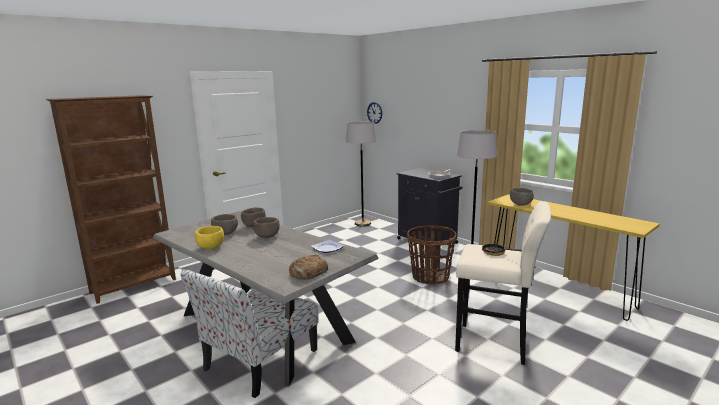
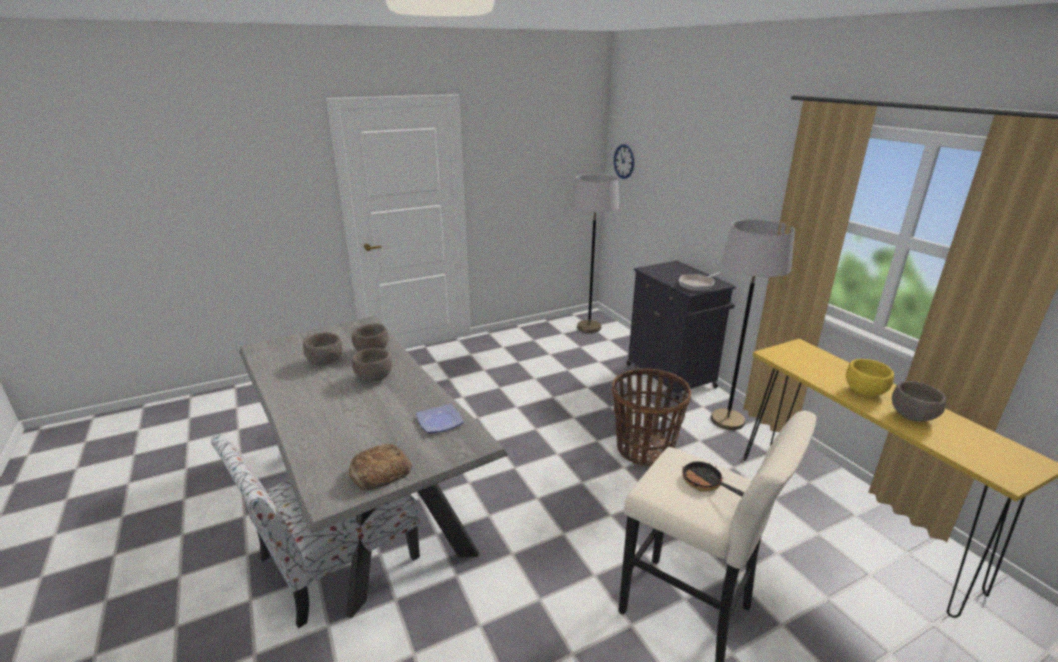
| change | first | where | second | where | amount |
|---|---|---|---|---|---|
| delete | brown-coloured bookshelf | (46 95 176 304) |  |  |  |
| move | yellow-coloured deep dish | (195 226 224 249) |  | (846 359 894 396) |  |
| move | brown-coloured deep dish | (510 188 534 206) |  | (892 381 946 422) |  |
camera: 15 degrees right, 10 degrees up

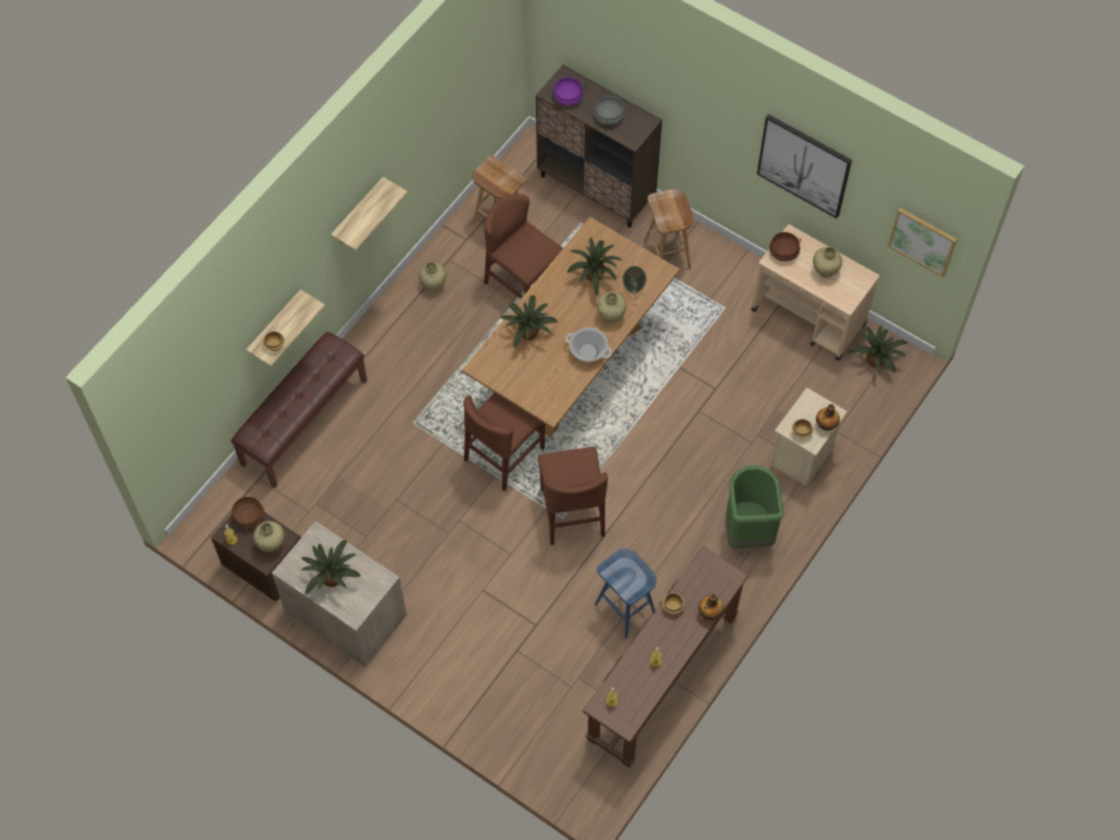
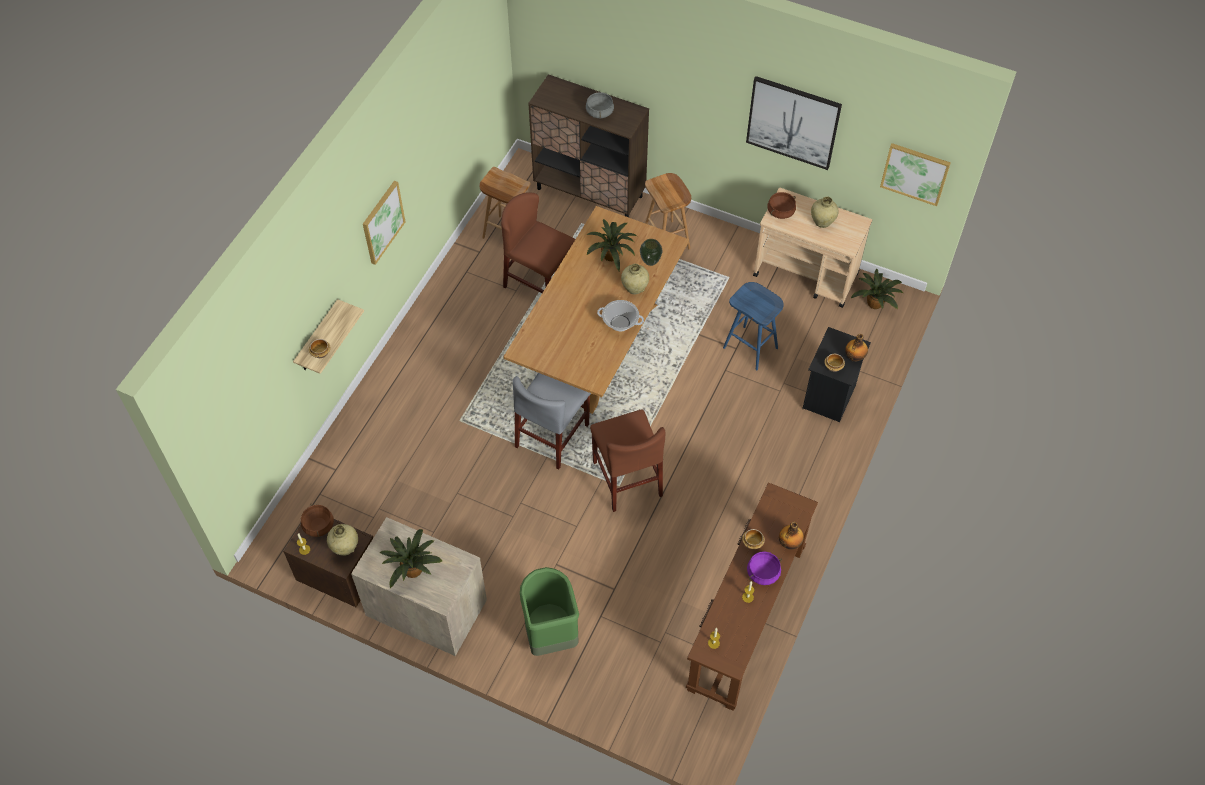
| change | first | where | second | where | amount |
|---|---|---|---|---|---|
| delete | brown-coloured indoor bench | (231 332 367 488) |  |  |  |
| delete | beige-coloured vase | (419 262 447 292) |  |  |  |
| delete | plant in a pot | (500 295 558 348) |  |  |  |
| move | purple cooking pot | (552 77 585 106) |  | (747 552 782 585) |  |
| move | blue stool | (595 548 656 638) |  | (723 282 784 370) |  |
| move | greenish rubbish bin | (726 465 784 549) |  | (520 567 579 656) |  |
| replace | shelf | (331 177 408 251) | picture | (363 181 405 265) |  |
| recolor | brown-coloured plain chair | (464 392 545 491) | grey plain chair | (513 373 591 469) |  |
| recolor | beige-coloured bedside table | (770 387 847 486) | blackish bedside table | (802 327 871 422) |  |
camera: 10 degrees left, 5 degrees down

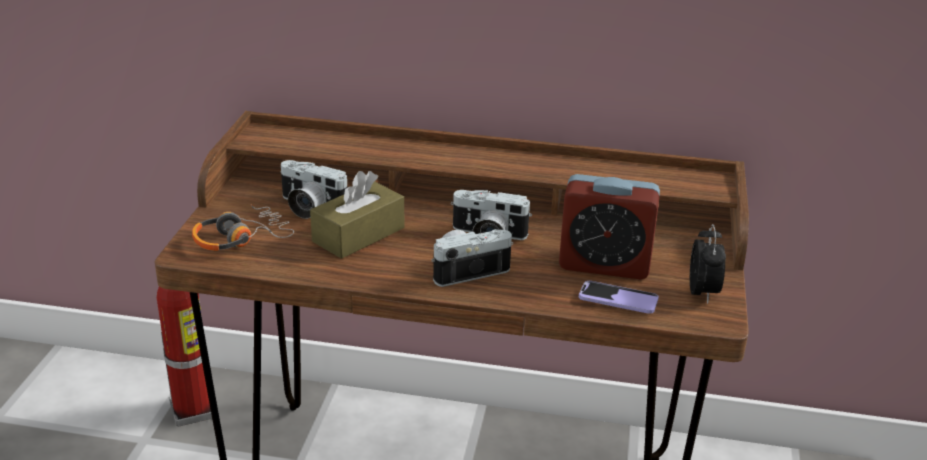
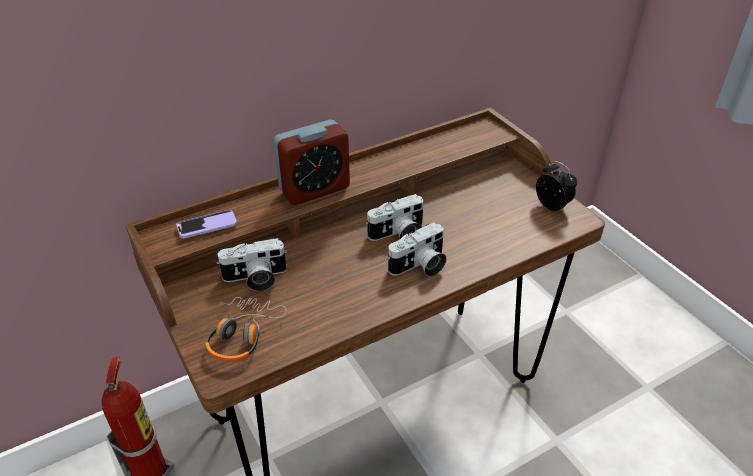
| change | first | where | second | where | amount |
|---|---|---|---|---|---|
| delete | brown-coloured box of tissues | (310 171 404 259) |  |  |  |
| move | bedside clock | (559 174 660 279) |  | (273 120 350 205) |  |
| move | handset | (579 281 659 314) |  | (176 210 237 239) |  |
| rotate | still camera | (431 229 513 287) |  | (388 222 447 276) | 150 degrees counterclockwise |
camera: 40 degrees left, 10 degrees up

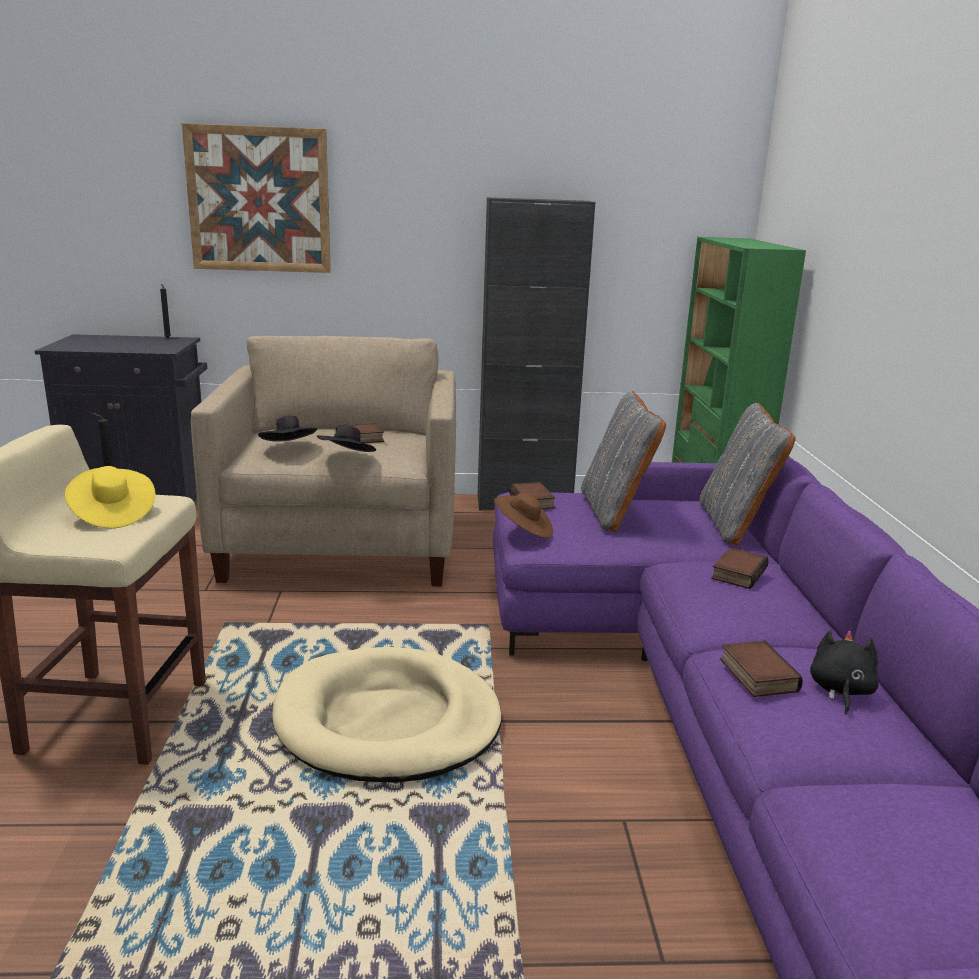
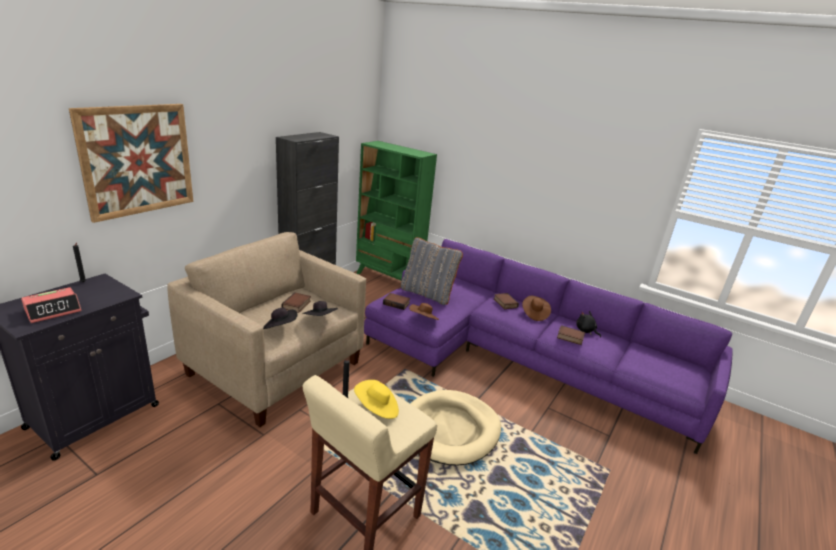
| change | first | where | second | where | amount |
|---|---|---|---|---|---|
| delete | grey pillow | (699 403 796 546) |  |  |  |
| insert |  |  | bedside clock | (21 287 82 323) |  |
| insert |  |  | brown-coloured hat | (522 296 551 321) |  |
camera: 55 degrees left, 5 degrees up

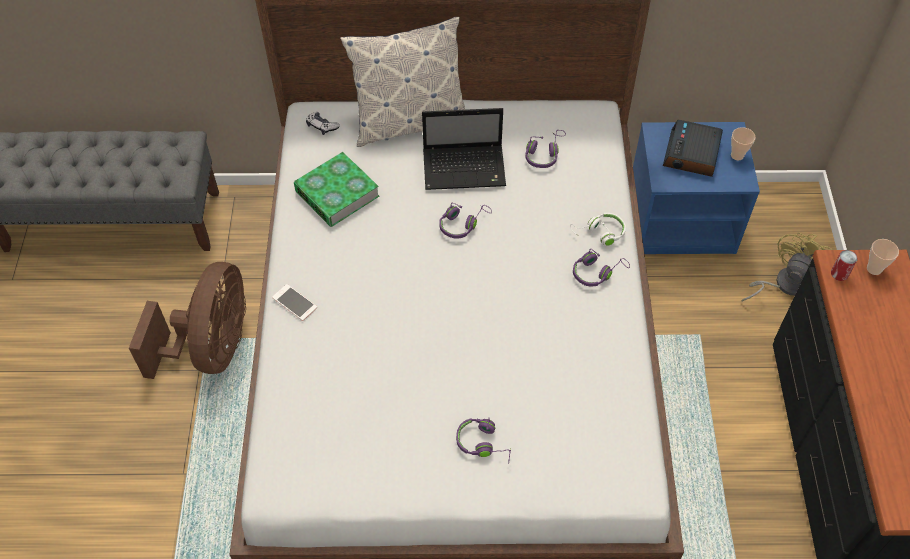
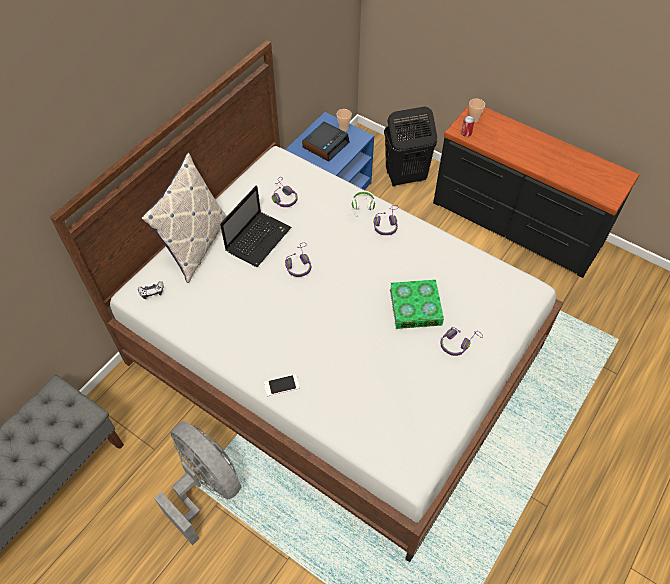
| change | first | where | second | where | amount |
|---|---|---|---|---|---|
| move | volume | (294 152 379 227) |  | (390 280 444 329) |  |
| replace | yellow-coloured cooling fan | (742 232 833 301) | blackish washing basket | (384 107 437 187) |  |
| recolor | brown-coloured cooling fan | (129 262 246 379) | grey cooling fan | (154 421 241 545) |  |
| rotate | bedside clock | (663 120 723 177) |  | (302 121 349 162) | 105 degrees counterclockwise |
camera: 55 degrees left, 0 degrees up

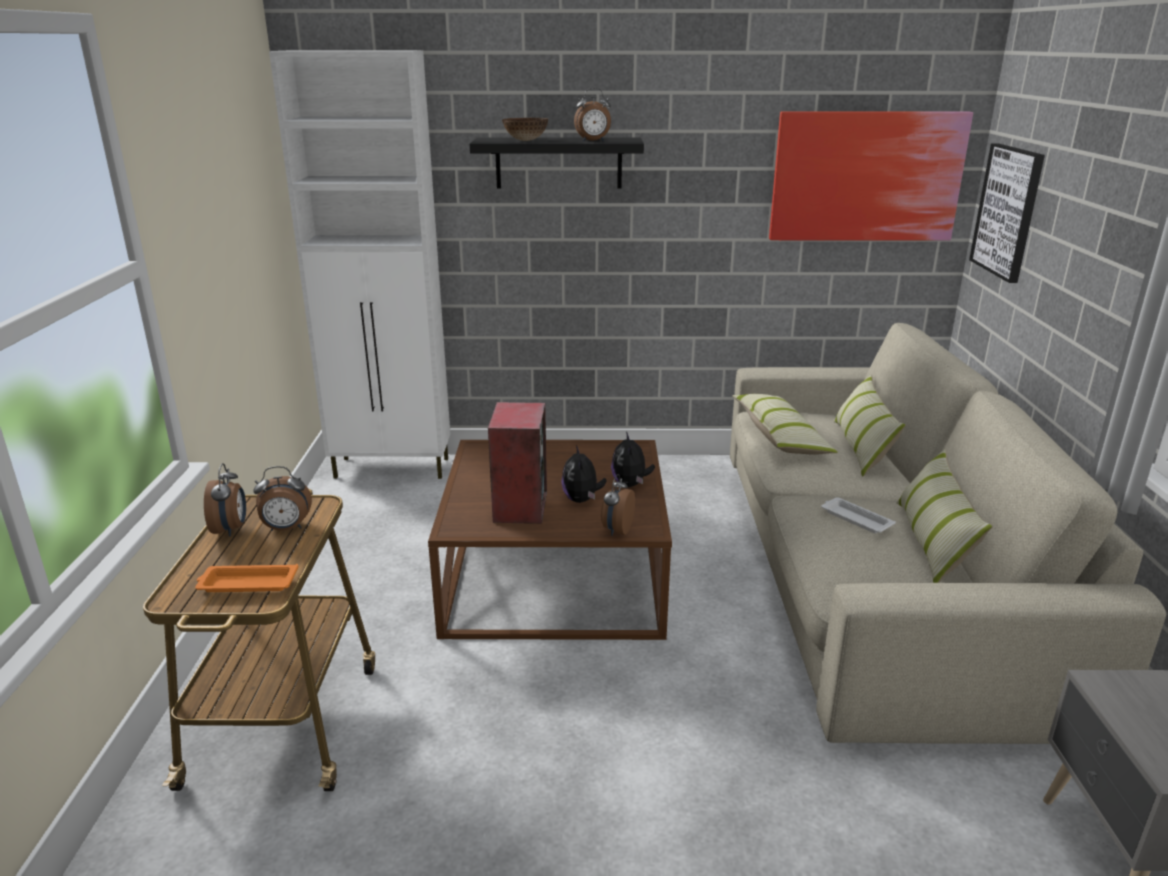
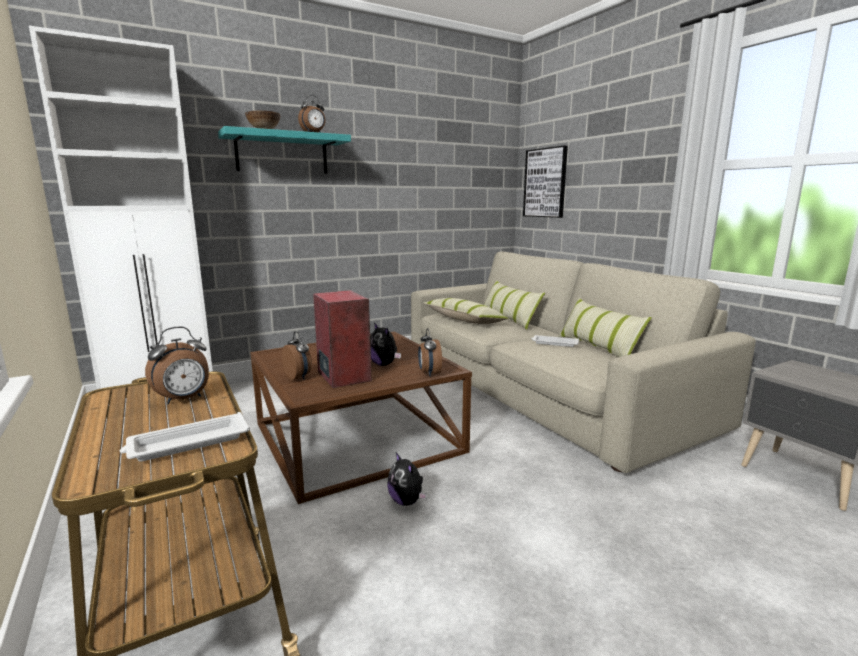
| change | first | where | second | where | amount |
|---|---|---|---|---|---|
| delete | picture | (769 111 973 241) |  |  |  |
| move | bedside clock | (204 463 246 536) |  | (282 331 312 380) |  |
| move | soft toy | (611 431 655 487) |  | (387 452 427 506) |  |
| recolor | orange carrying tray | (195 564 299 592) | whitish carrying tray | (120 412 250 462) |  |
| recolor | blackish shelf | (470 137 644 188) | blue-green shelf | (218 126 351 174) |  |
camera: 30 degrees left, 10 degrees down

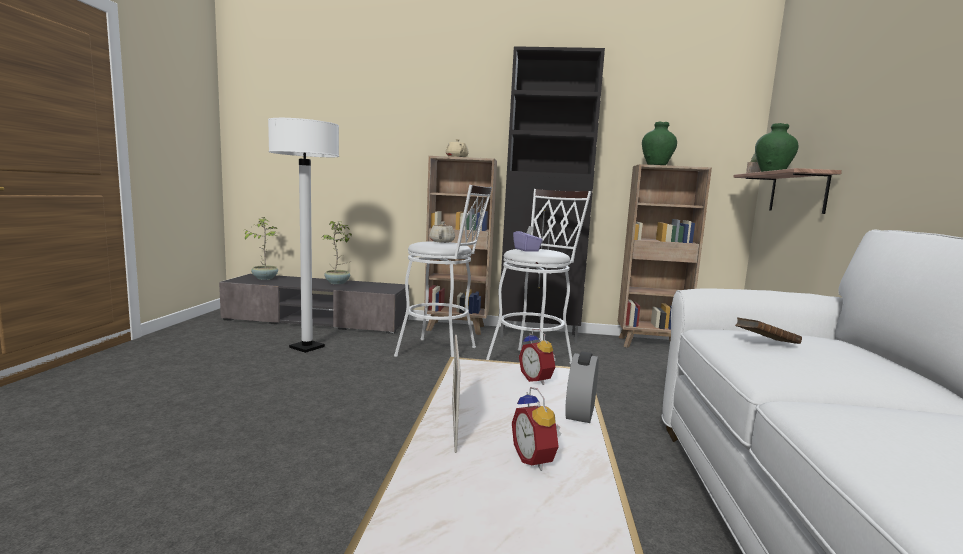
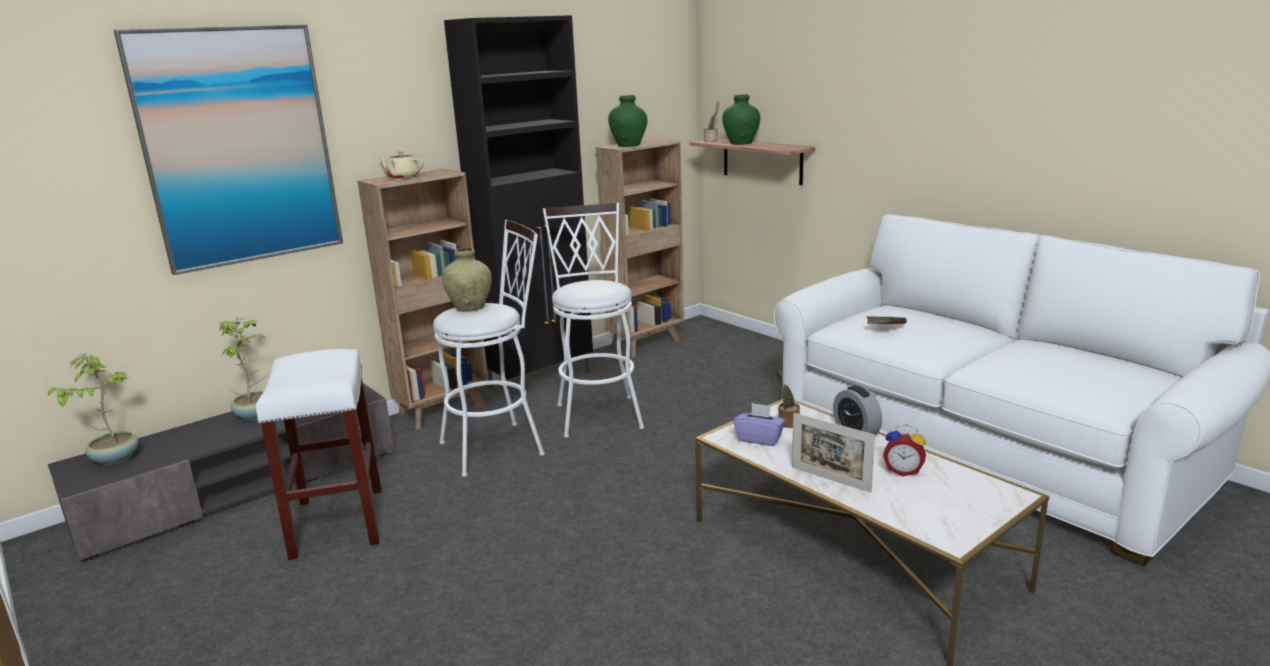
| change | first | where | second | where | amount |
|---|---|---|---|---|---|
| insert |  |  | picture | (114 25 343 275) |  |
| move | purple box of tissues | (513 226 543 251) |  | (733 403 786 446) |  |
| replace | whitish standard lamp | (268 118 339 353) | whitish stool | (256 349 382 560) |  |
| replace | beige-coloured pot for tea | (429 222 455 243) | beige-coloured vase | (442 247 492 312) |  |
| replace | bedside clock | (519 329 556 385) | plant in a pot | (776 369 800 428) |  |
camera: 45 degrees left, 10 degrees up

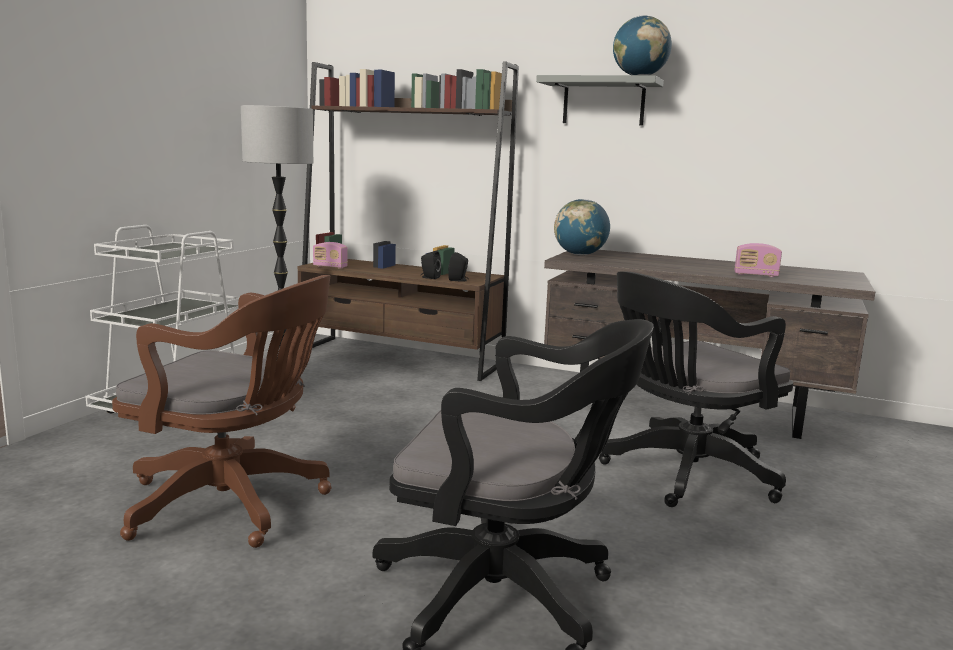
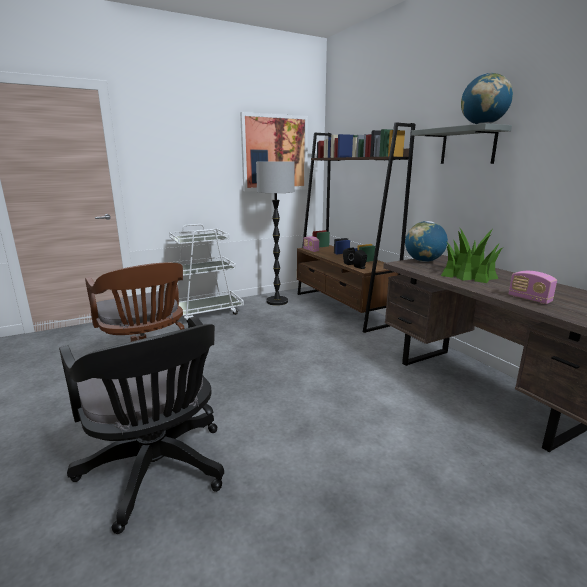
| change | first | where | second | where | amount |
|---|---|---|---|---|---|
| delete | blackish computer chair | (599 271 793 507) |  |  |  |
| insert |  |  | picture | (240 112 308 191) |  |
| insert |  |  | plant in a pot | (441 227 502 283) |  |
camera: 40 degrees right, 5 degrees up

